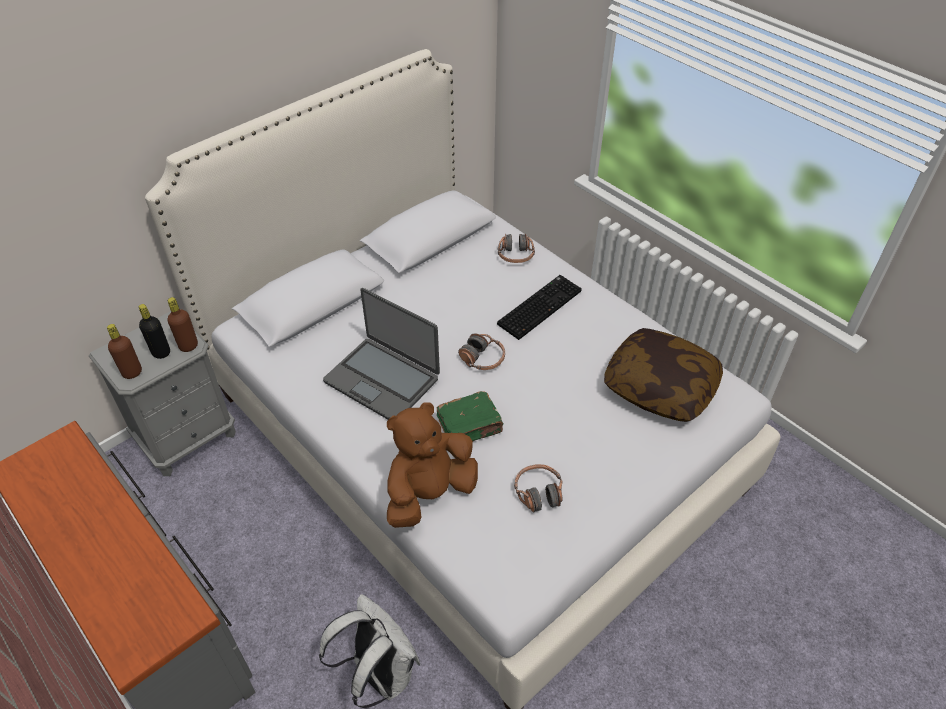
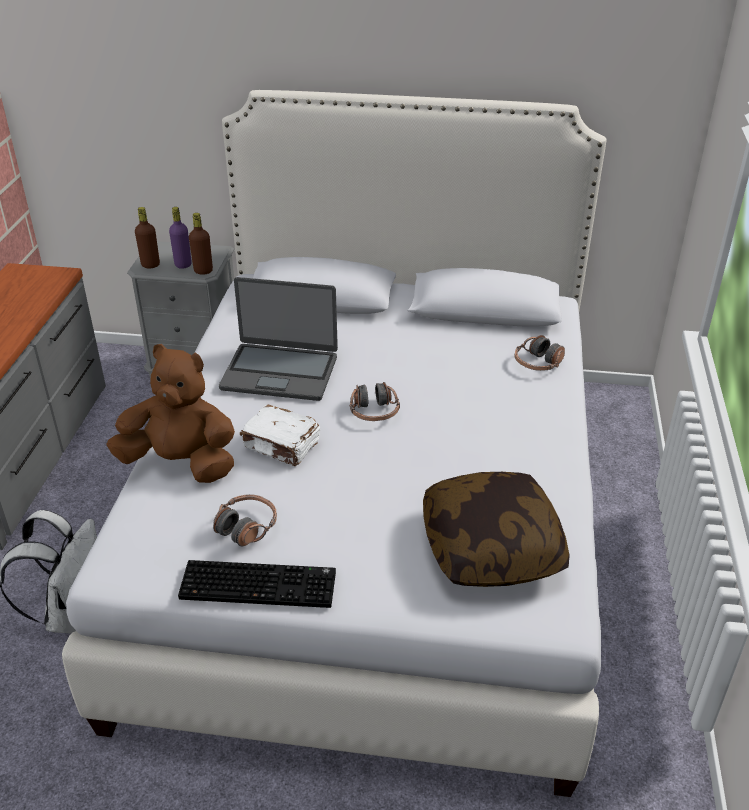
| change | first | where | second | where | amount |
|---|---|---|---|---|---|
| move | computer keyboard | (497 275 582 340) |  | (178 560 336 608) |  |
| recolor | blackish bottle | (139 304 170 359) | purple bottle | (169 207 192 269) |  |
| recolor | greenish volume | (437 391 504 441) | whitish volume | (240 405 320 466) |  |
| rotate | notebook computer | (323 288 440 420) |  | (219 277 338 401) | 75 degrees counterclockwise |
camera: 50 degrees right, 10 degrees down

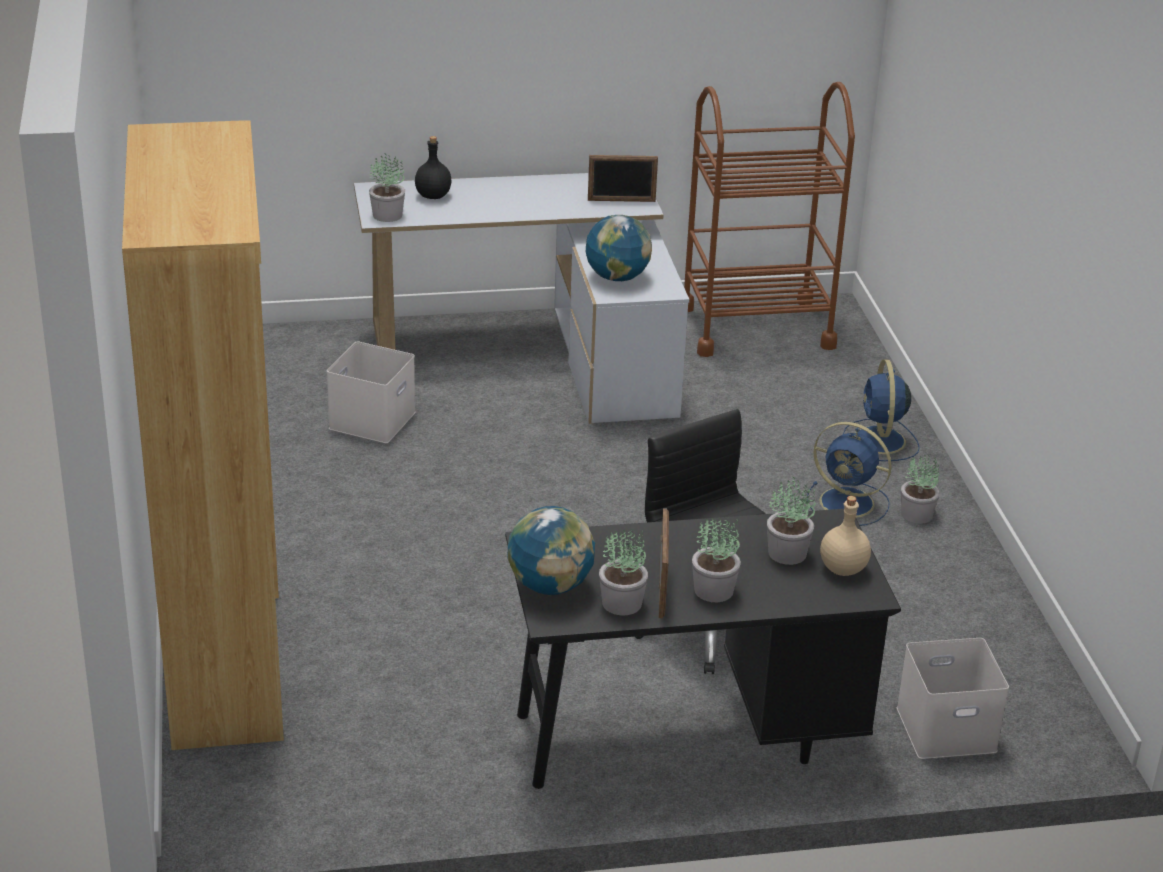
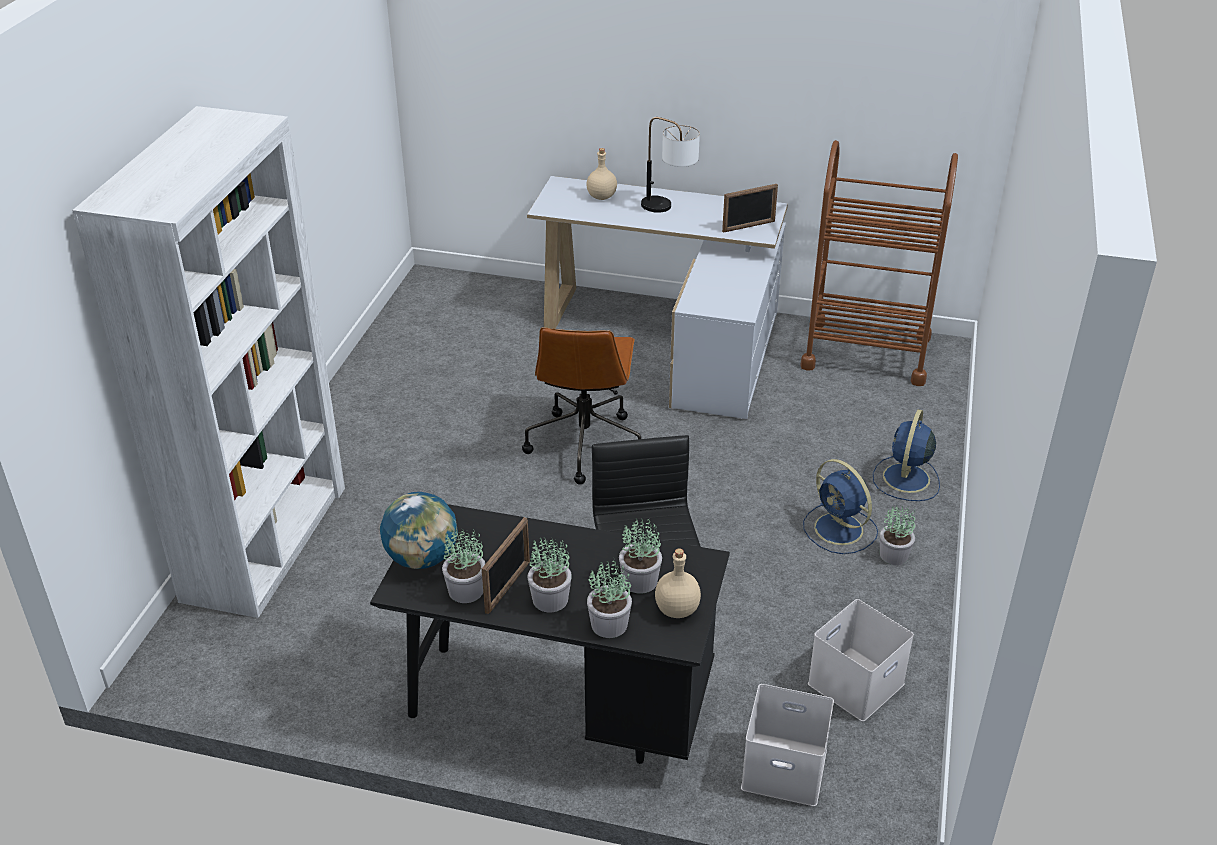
| change | first | where | second | where | amount |
|---|---|---|---|---|---|
| delete | desk globe | (586 215 652 281) |  |  |  |
| insert |  |  | brown-coloured computer chair | (522 327 641 485) |  |
| insert |  |  | table lamp | (641 117 700 213) |  |
| move | whitish storage bin | (327 341 416 443) |  | (808 599 914 721) |  |
| move | plant in a pot | (369 153 405 222) |  | (587 558 632 638) |  |
| recolor | brown-coloured bookshelf | (122 120 284 750) | whitish bookshelf | (72 106 345 618) |  |
| recolor | blackish bottle | (415 136 452 199) | beige-coloured bottle | (586 148 617 200) |  |
| rotate | standing frame | (588 155 658 202) |  | (722 184 778 233) | 45 degrees counterclockwise |
camera: 25 degrees right, 5 degrees up

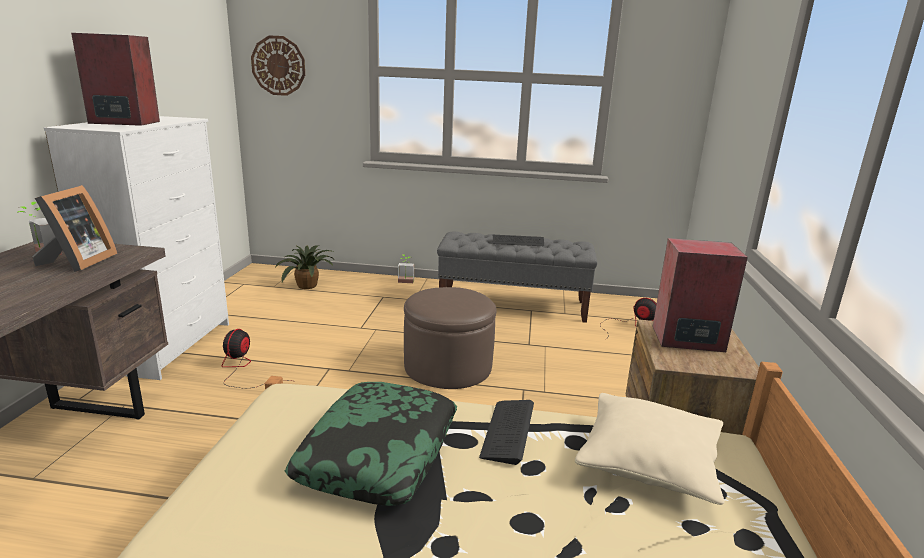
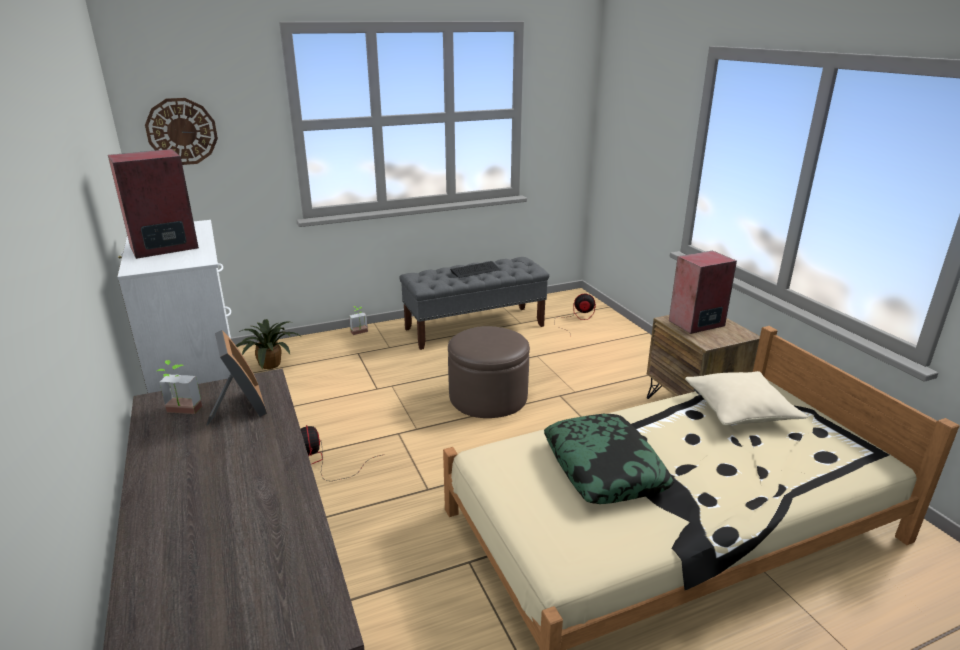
| change | first | where | second | where | amount |
|---|---|---|---|---|---|
| delete | computer keyboard | (479 400 534 465) |  |  |  |
camera: 30 degrees left, 5 degrees up

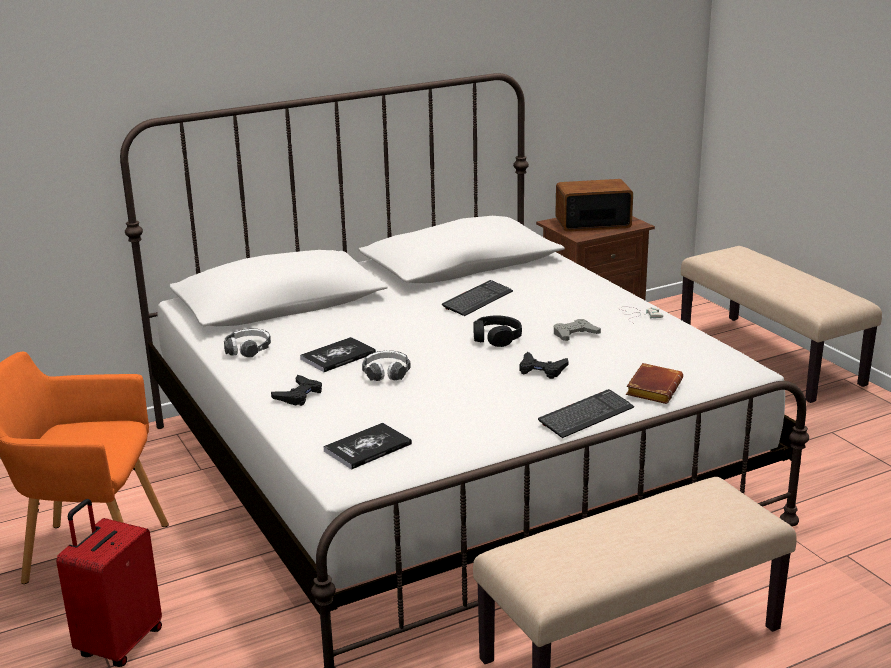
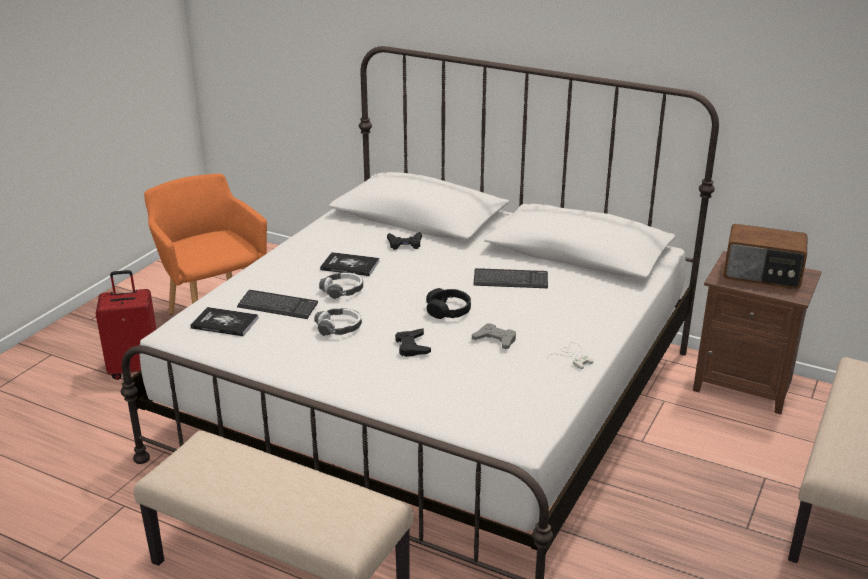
| change | first | where | second | where | amount |
|---|---|---|---|---|---|
| delete | brown-coloured volume | (626 363 683 404) |  |  |  |
| move | pair of headphones | (224 328 271 357) |  | (314 308 362 336) |  |
| move | blackish game controller | (271 375 322 406) |  | (387 232 422 250) |  |
| move | computer keyboard | (538 389 634 438) |  | (237 290 318 319) |  |
| rotate | radio | (555 179 633 232) |  | (723 224 808 289) | 150 degrees clockwise |
camera: 55 degrees right, 5 degrees up

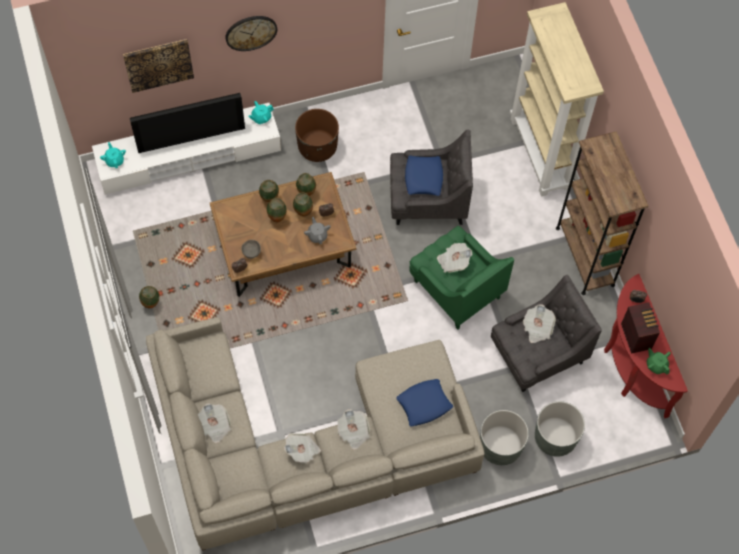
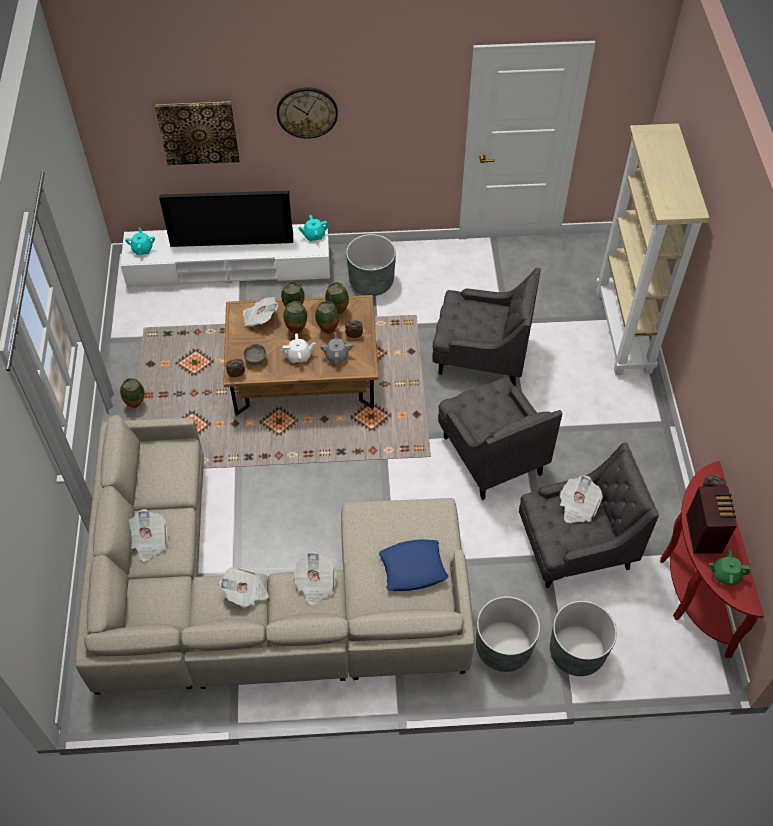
| change | first | where | second | where | amount |
|---|---|---|---|---|---|
| delete | blue pillow | (405 156 443 196) |  |  |  |
| delete | brown-coloured bookshelf | (556 131 648 295) |  |  |  |
| insert |  |  | whitish pot for tea | (281 333 316 363) |  |
| move | daily paper | (437 243 472 273) |  | (243 297 278 326) |  |
| recolor | brown-coloured flower pot | (295 109 339 162) | grey flower pot | (346 234 396 296) |  |
| recolor | greenish armchair | (410 226 514 330) | grey armchair | (438 377 562 500) |  |
| rotate | greenish pot for tea | (647 348 671 374) |  | (709 549 750 585) | 60 degrees counterclockwise |
camera: 15 degrees right, 10 degrees down

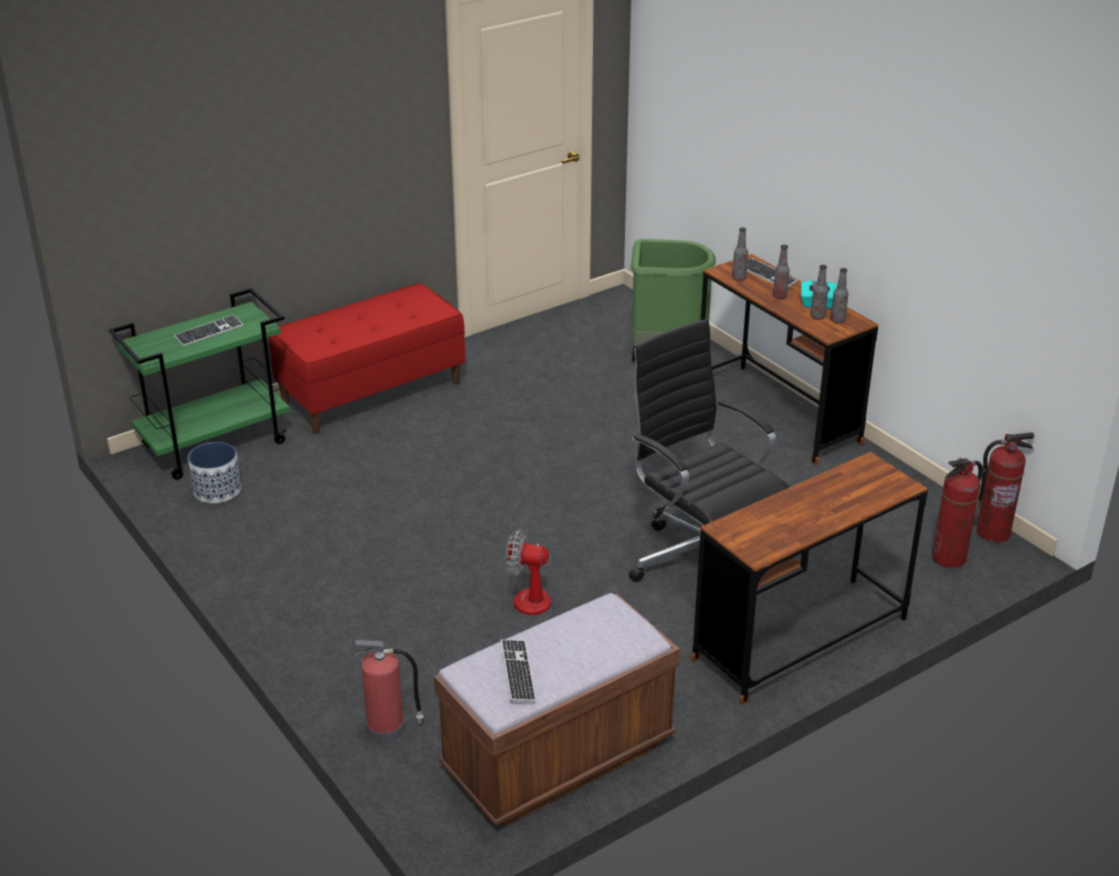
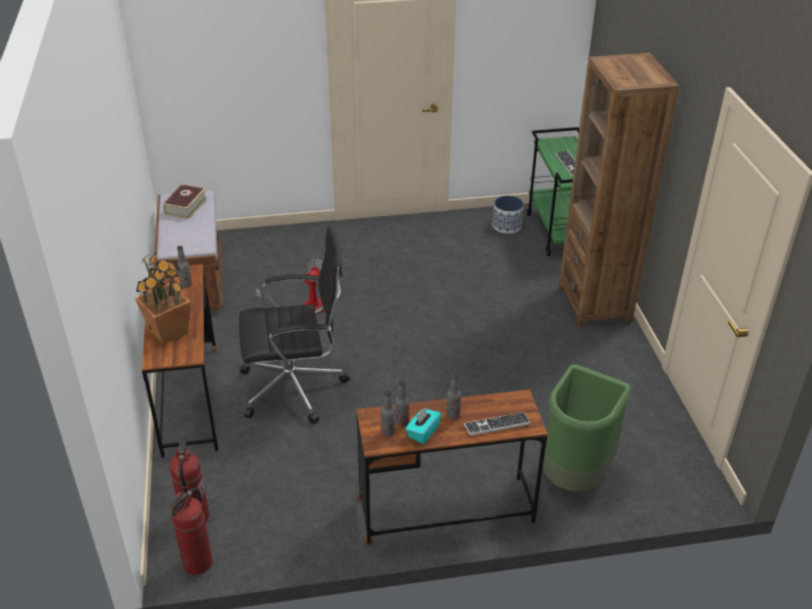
| change | first | where | second | where | amount |
|---|---|---|---|---|---|
| delete | fire-fighting cylinder | (354 640 424 743) |  |  |  |
| insert |  |  | plant in a pot | (135 252 191 345) |  |
| move | bottle | (732 227 748 281) |  | (177 246 192 288) |  |
| replace | red indoor bench | (268 283 465 434) | brown-coloured bookshelf | (559 53 679 328) |  |
| replace | computer keyboard | (500 640 536 702) | volume | (163 184 207 219) |  |
camera: 115 degrees right, 5 degrees up

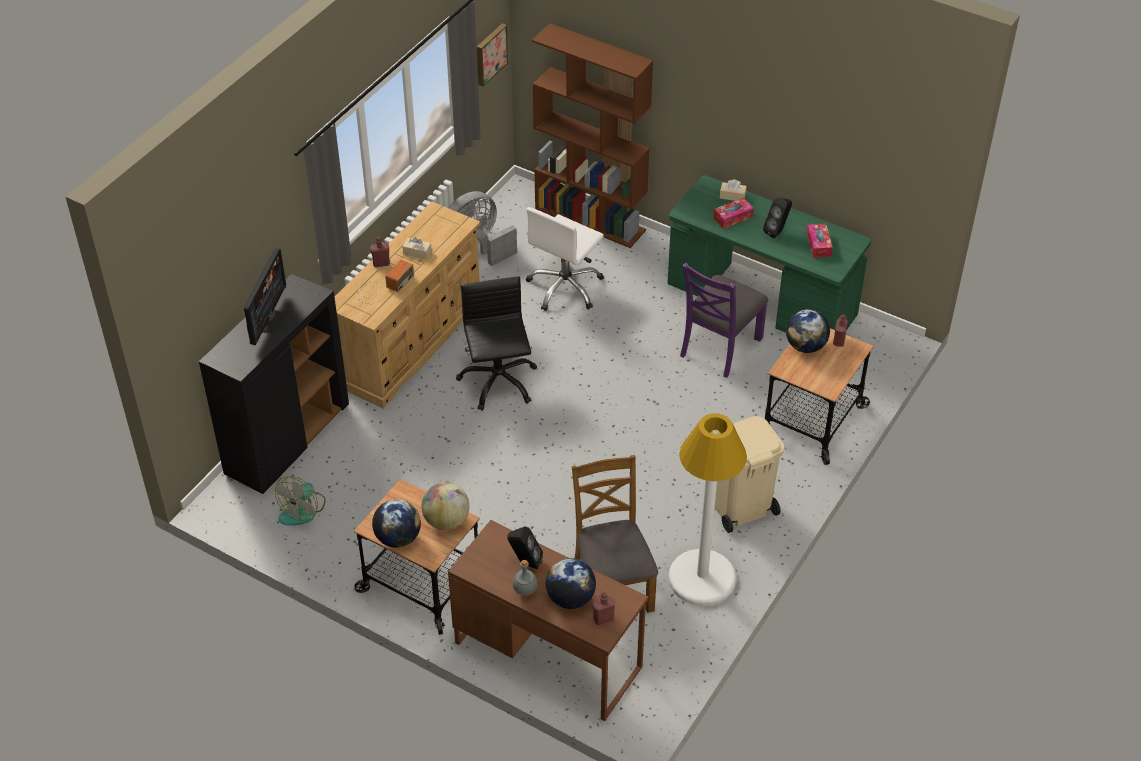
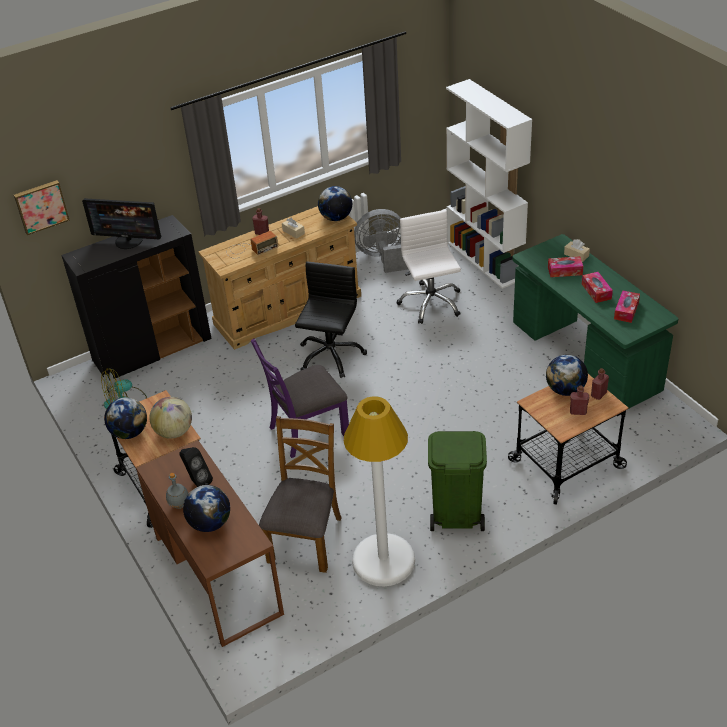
| change | first | where | second | where | amount |
|---|---|---|---|---|---|
| insert |  |  | desk globe | (318 186 352 221) |  |
| move | picture | (477 23 508 86) |  | (14 180 70 235) |  |
| move | red bottle | (593 592 615 625) |  | (570 385 589 415) |  |
| move | purple plain chair | (680 263 768 378) |  | (251 339 349 458) |  |
| replace | blackish speaker | (763 197 792 238) | box of tissues | (582 272 613 303) |  |
| recolor | brown-coloured bookshelf | (532 23 653 248) | whitish bookshelf | (446 79 532 289) |  |
| recolor | beige-coloured rubbish bin | (715 416 784 533) | greenish rubbish bin | (428 431 487 531) |  |
| rotate | monitor | (244 248 286 345) |  | (82 198 161 249) | 60 degrees clockwise |
| rotate | whitish computer chair | (526 207 604 311) |  | (397 210 461 324) | 105 degrees clockwise |
camera: 30 degrees right, 5 degrees down

